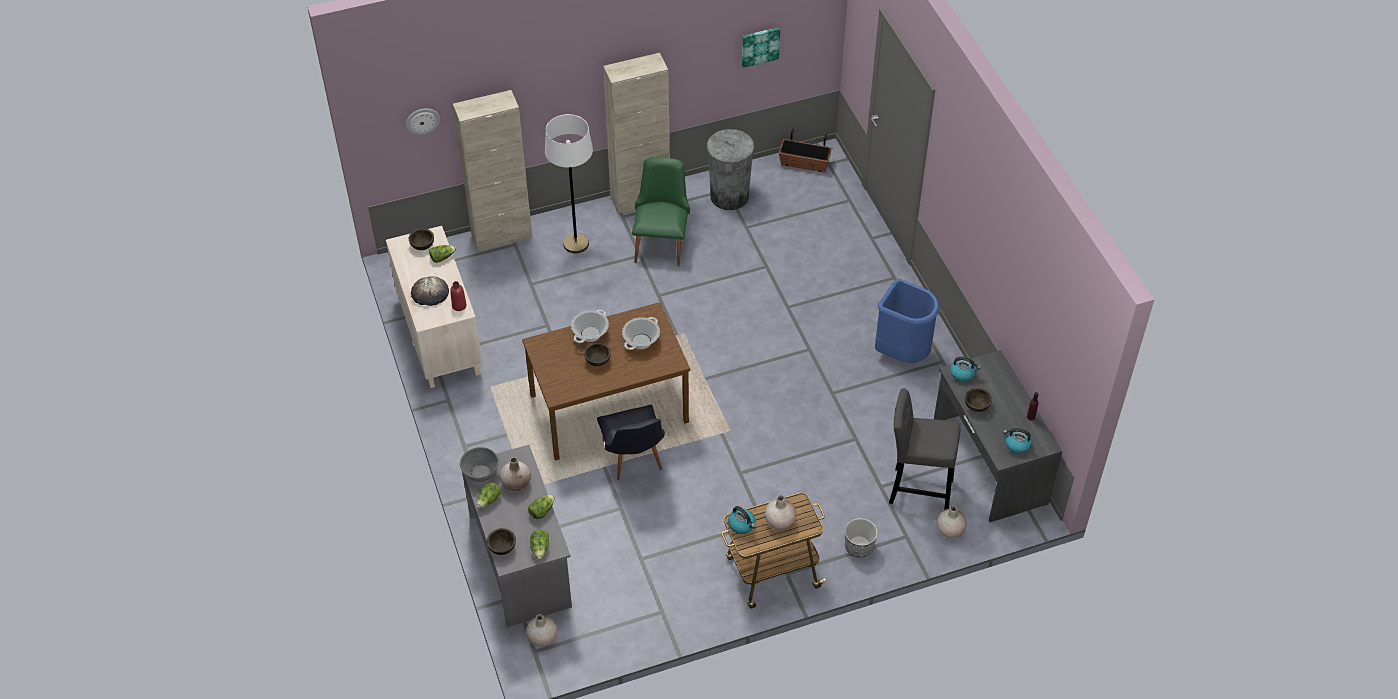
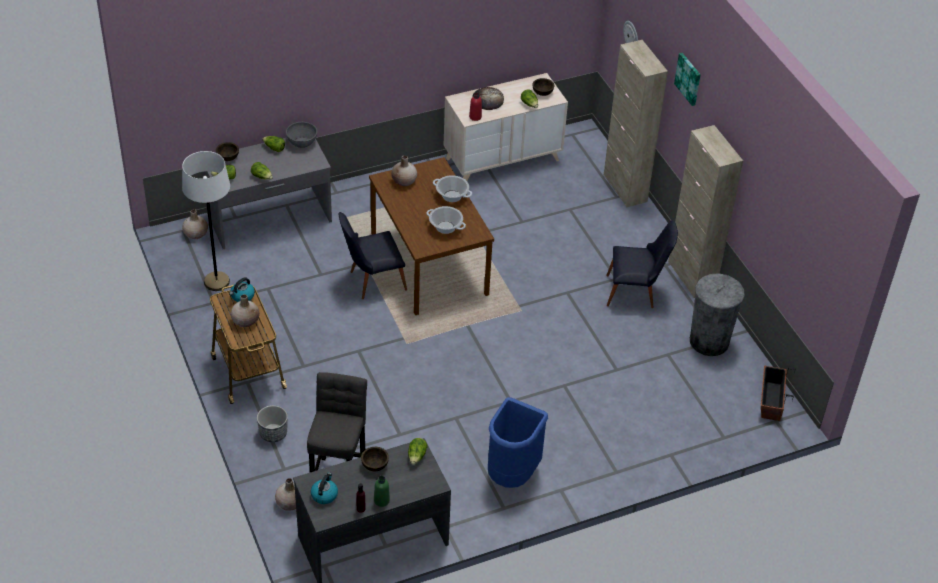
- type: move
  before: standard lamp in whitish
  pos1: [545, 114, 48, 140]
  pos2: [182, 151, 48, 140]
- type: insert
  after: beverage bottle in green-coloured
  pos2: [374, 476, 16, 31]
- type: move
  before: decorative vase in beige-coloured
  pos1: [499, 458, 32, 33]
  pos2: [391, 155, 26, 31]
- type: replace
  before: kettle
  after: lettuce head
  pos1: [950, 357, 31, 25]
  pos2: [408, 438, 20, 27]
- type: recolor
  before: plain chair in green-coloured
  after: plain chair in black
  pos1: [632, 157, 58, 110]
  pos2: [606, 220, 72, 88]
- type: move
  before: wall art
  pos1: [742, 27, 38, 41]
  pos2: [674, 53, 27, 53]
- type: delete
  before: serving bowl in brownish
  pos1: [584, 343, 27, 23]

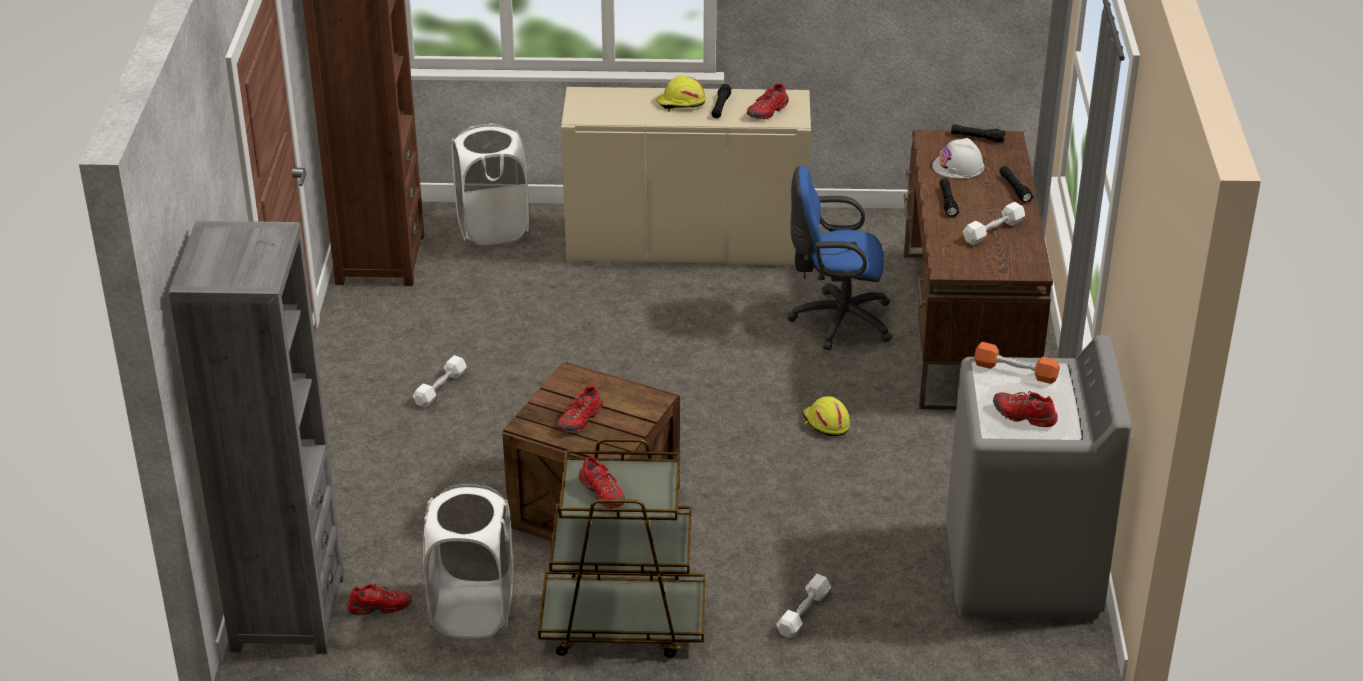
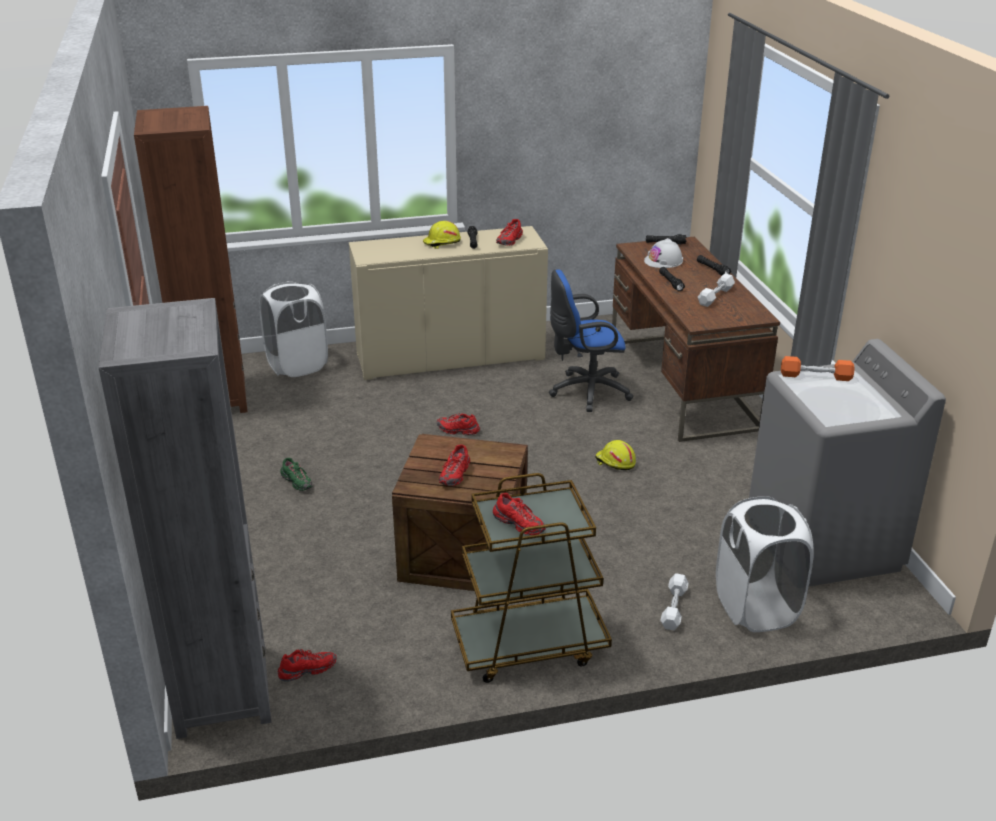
- type: replace
  before: free weight in whitish
  after: shoe in green-coloured
  pos1: [413, 355, 54, 53]
  pos2: [280, 458, 32, 33]
- type: move
  before: shoe in reddish
  pos1: [993, 391, 65, 36]
  pos2: [437, 413, 43, 22]
- type: move
  before: washing basket in whitish
  pos1: [423, 484, 90, 154]
  pos2: [716, 496, 98, 136]

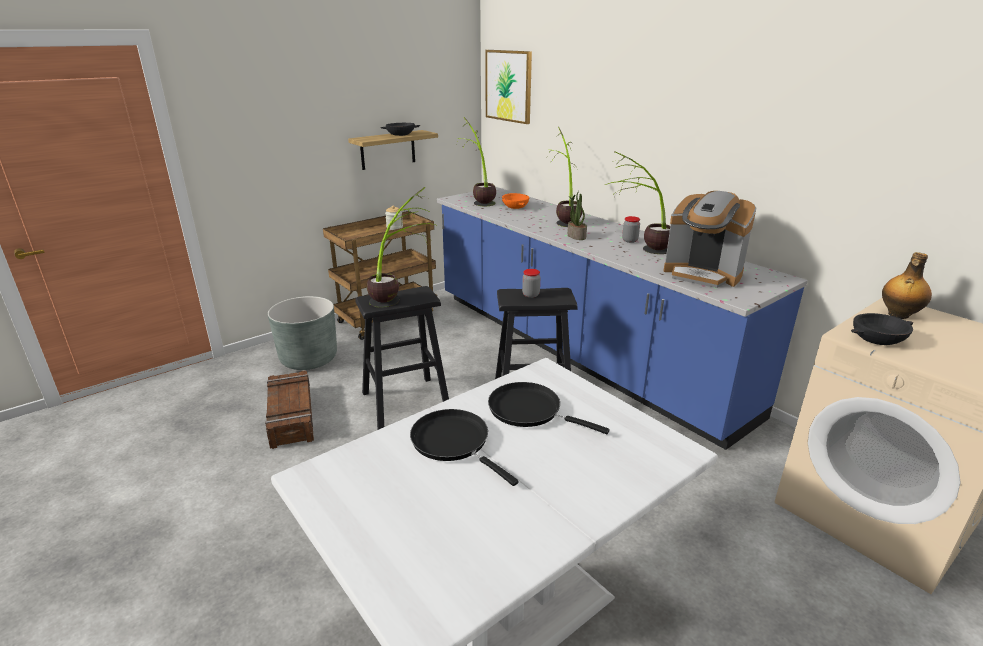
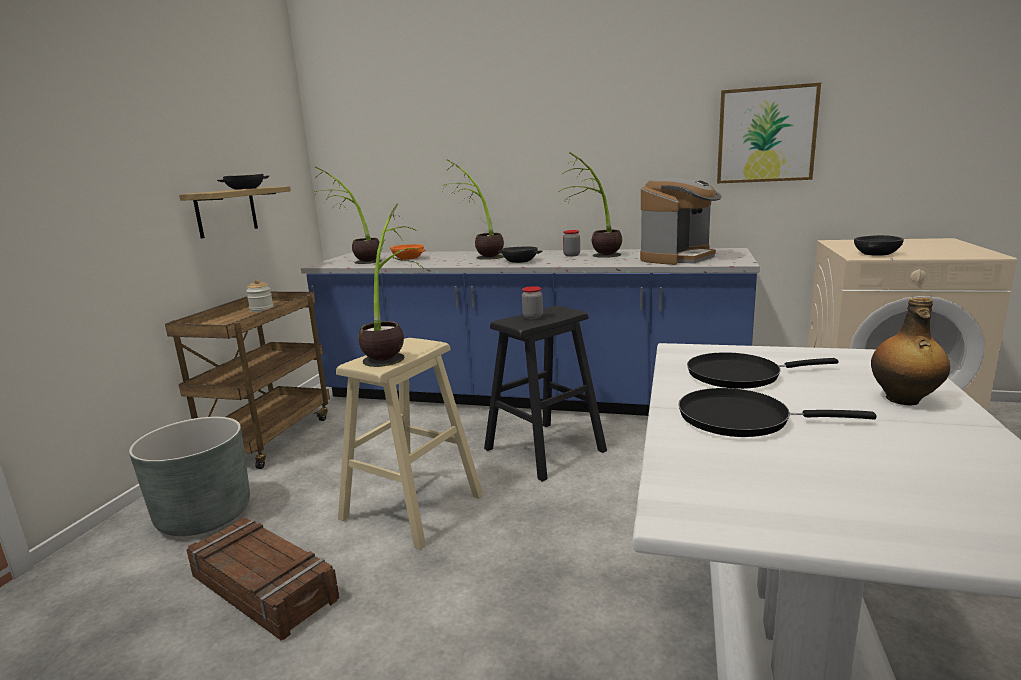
- type: recolor
  before: stool in black
  after: stool in beige-coloured
  pos1: [355, 286, 94, 144]
  pos2: [336, 338, 147, 212]
- type: replace
  before: houseplant
  after: serving bowl in black
  pos1: [568, 191, 19, 49]
  pos2: [498, 247, 44, 16]
- type: rotate
  before: coffee maker
  pos1: [664, 191, 92, 97]
  pos2: [640, 178, 81, 87]
  turn: -45
- type: move
  before: wall art
  pos1: [485, 50, 47, 74]
  pos2: [717, 83, 104, 100]
- type: move
  before: beverage bottle
  pos1: [882, 252, 50, 67]
  pos2: [871, 297, 79, 109]

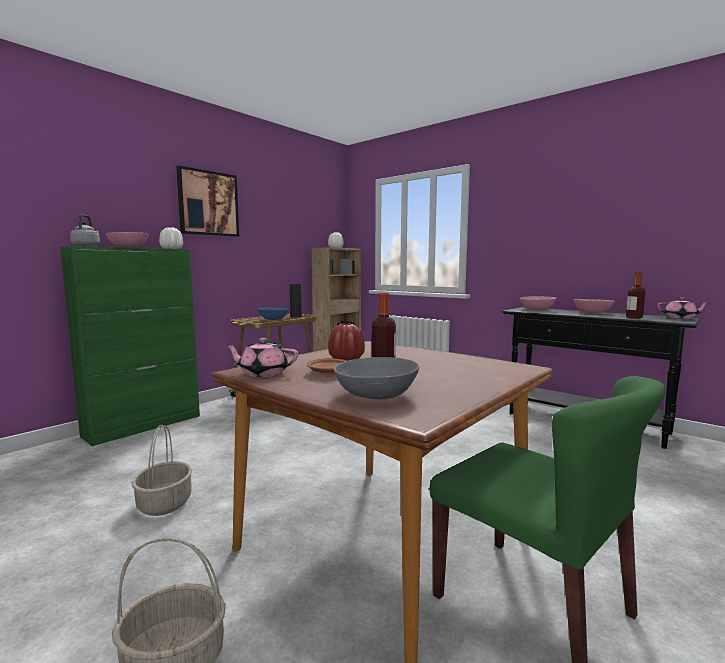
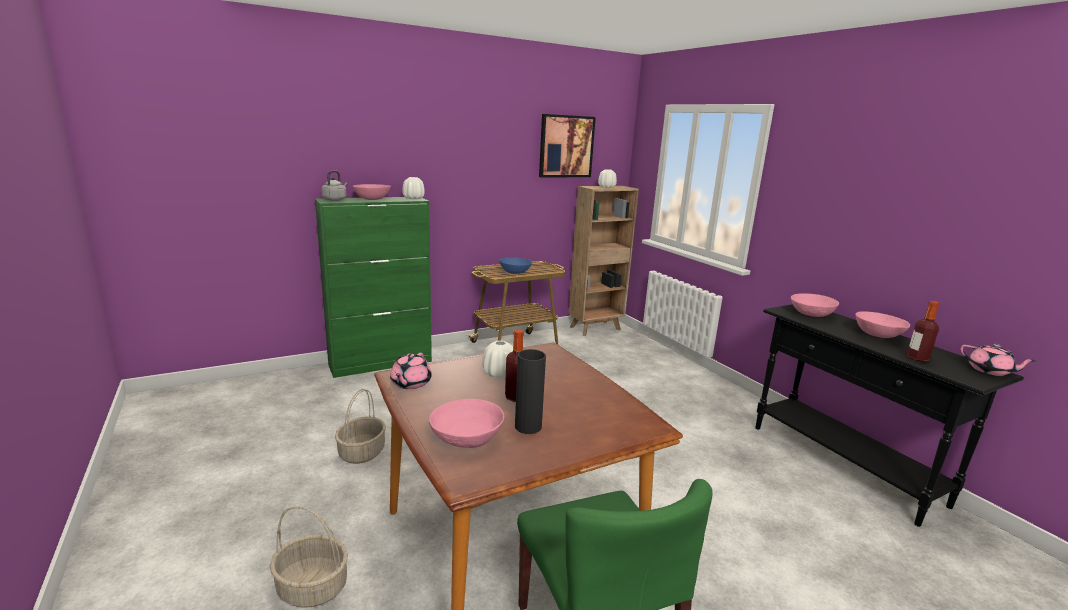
- type: rotate
  before: tea pot in pinkish
  pos1: [225, 338, 73, 39]
  pos2: [390, 353, 42, 36]
  turn: -105
- type: recolor
  before: serving bowl in greyish
  after: serving bowl in pinkish
  pos1: [334, 357, 85, 42]
  pos2: [429, 399, 75, 49]
- type: recolor
  before: decorative vase in reddish
  after: decorative vase in whitish
  pos1: [328, 323, 37, 38]
  pos2: [482, 340, 31, 38]
- type: move
  before: decorative vase in black
  pos1: [290, 284, 12, 34]
  pos2: [515, 349, 31, 85]
- type: move
  before: wall art
  pos1: [176, 166, 63, 71]
  pos2: [539, 114, 57, 63]
- type: delete
  before: flat dish in brownish
  pos1: [307, 358, 40, 17]

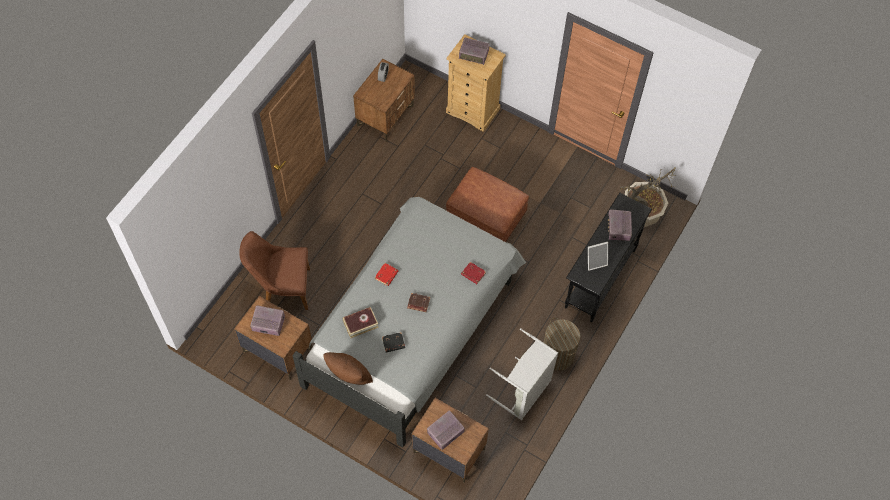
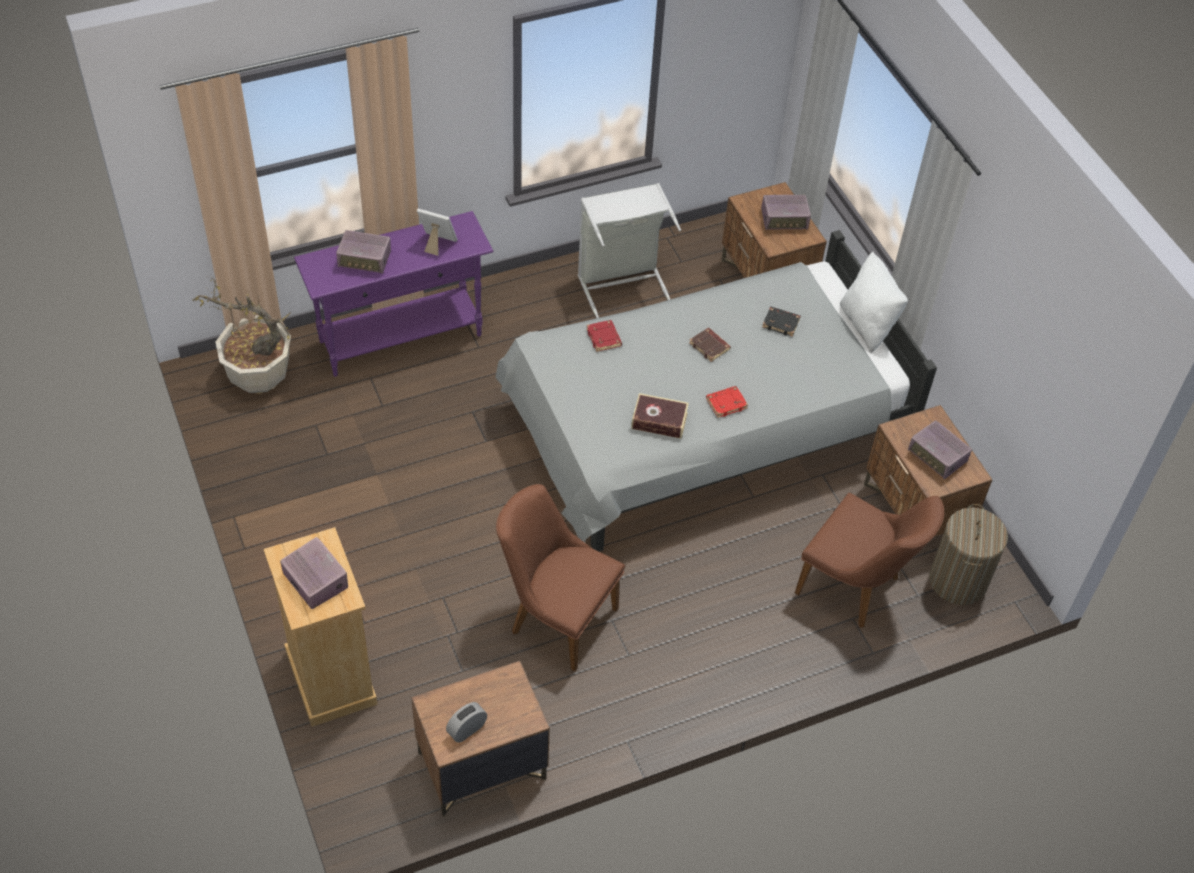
- type: recolor
  before: hall table in black
  after: hall table in purple-coloured
  pos1: [565, 193, 87, 129]
  pos2: [294, 211, 199, 166]
- type: rotate
  before: radio receiver
  pos1: [608, 209, 24, 32]
  pos2: [336, 230, 55, 44]
  turn: 60
- type: insert
  after: plain chair in brownish
  pos2: [496, 484, 129, 187]
- type: move
  before: bound book
  pos1: [343, 307, 35, 31]
  pos2: [631, 393, 58, 46]
- type: recolor
  before: throw pillow in brownish
  after: throw pillow in whitish
  pos1: [323, 352, 50, 33]
  pos2: [840, 252, 68, 101]
- type: move
  before: washing basket
  pos1: [543, 318, 37, 53]
  pos2: [929, 504, 79, 101]
- type: delete
  before: pouffe in brownish
  pos1: [446, 167, 83, 75]

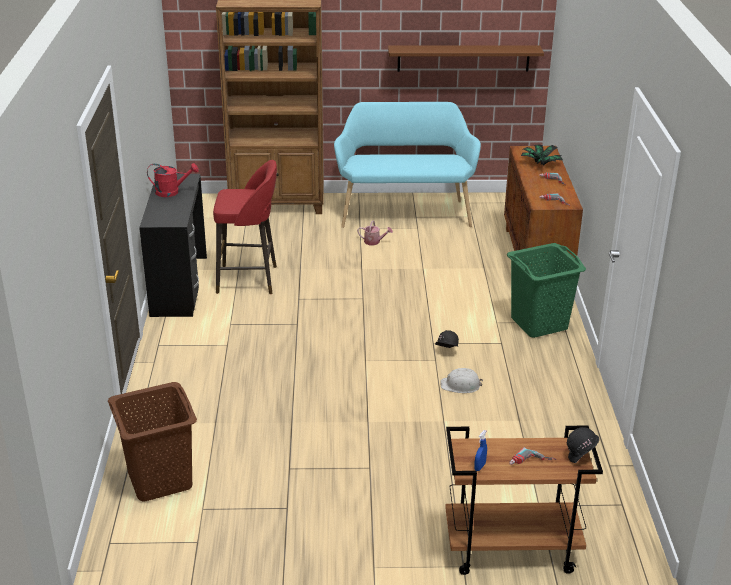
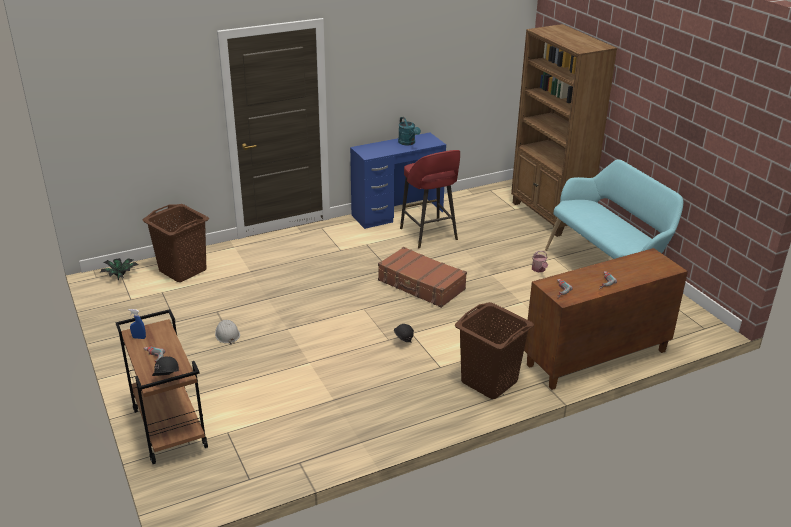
- type: move
  before: houseplant
  pos1: [520, 145, 43, 20]
  pos2: [100, 258, 38, 23]
- type: move
  before: work helmet in whitish
  pos1: [440, 368, 43, 25]
  pos2: [215, 320, 25, 24]
- type: recolor
  before: desk table in black
  after: desk table in blue-coloured
  pos1: [139, 174, 68, 143]
  pos2: [350, 133, 96, 96]
- type: insert
  after: suitcase in brownish
  pos2: [378, 247, 89, 61]
- type: recolor
  before: sprinkling can in reddish
  after: sprinkling can in turquoise
  pos1: [147, 163, 52, 34]
  pos2: [398, 117, 23, 28]
- type: recolor
  before: washing basket in green-coloured
  after: washing basket in brownish
  pos1: [507, 243, 79, 95]
  pos2: [455, 302, 79, 97]
- type: delete
  before: wall shelf in brownish
  pos1: [388, 45, 156, 27]

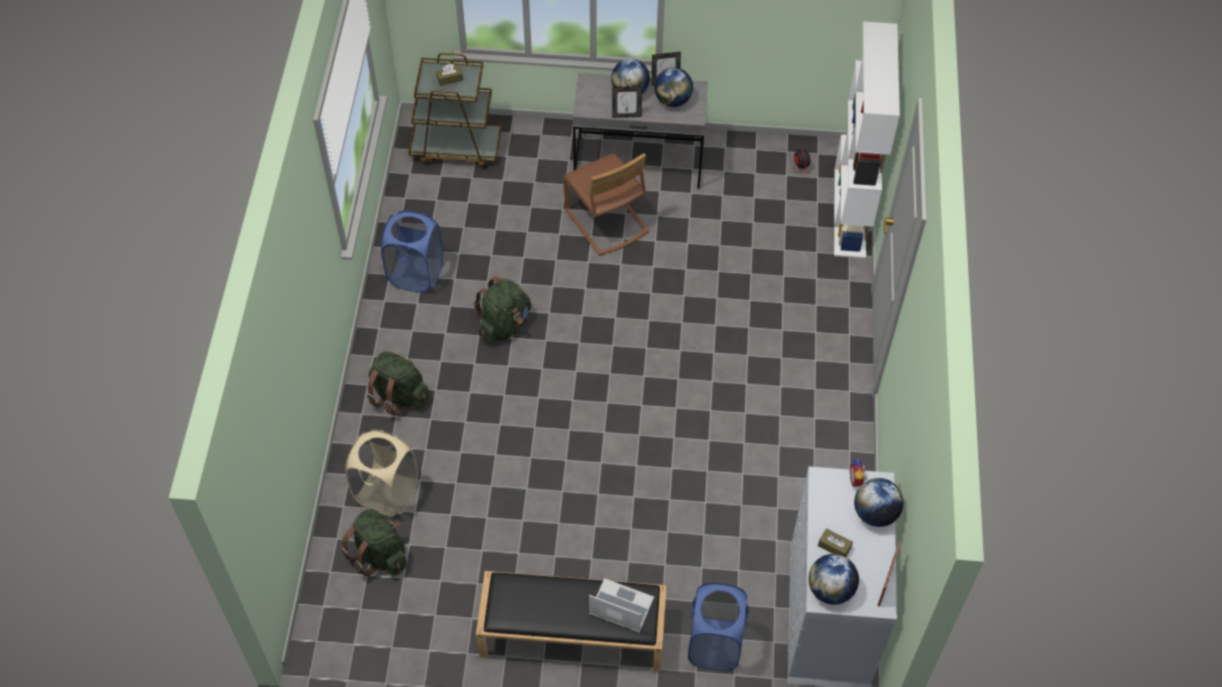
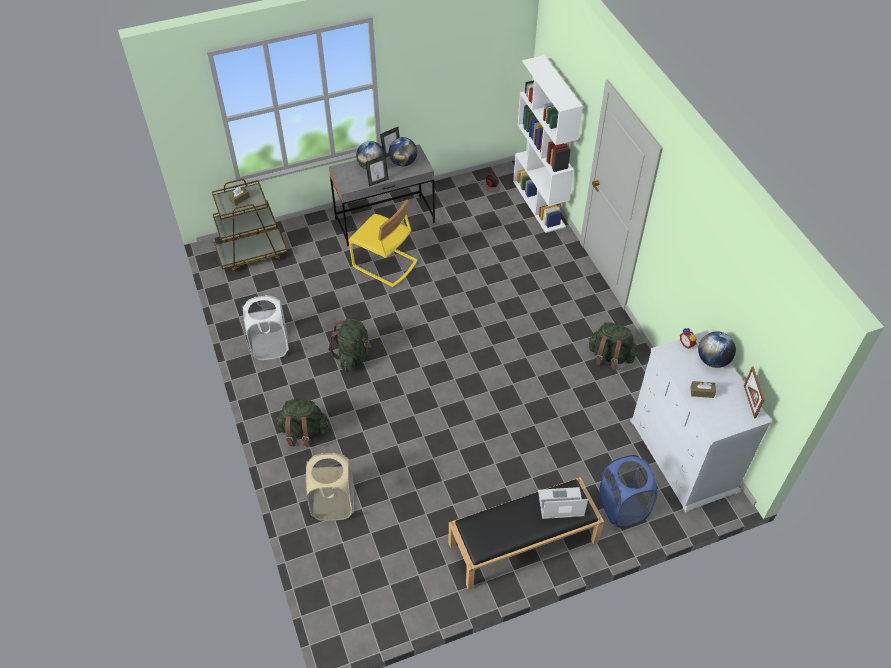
- type: recolor
  before: washing basket in blue-coloured
  after: washing basket in whitish
  pos1: [381, 210, 62, 83]
  pos2: [242, 295, 47, 65]
- type: recolor
  before: plain chair in brownish
  after: plain chair in yellow
  pos1: [563, 153, 86, 103]
  pos2: [348, 199, 70, 88]
- type: move
  before: knapsack in green-coloured
  pos1: [341, 509, 66, 67]
  pos2: [589, 322, 48, 49]
- type: delete
  before: world globe
  pos1: [808, 554, 51, 51]

